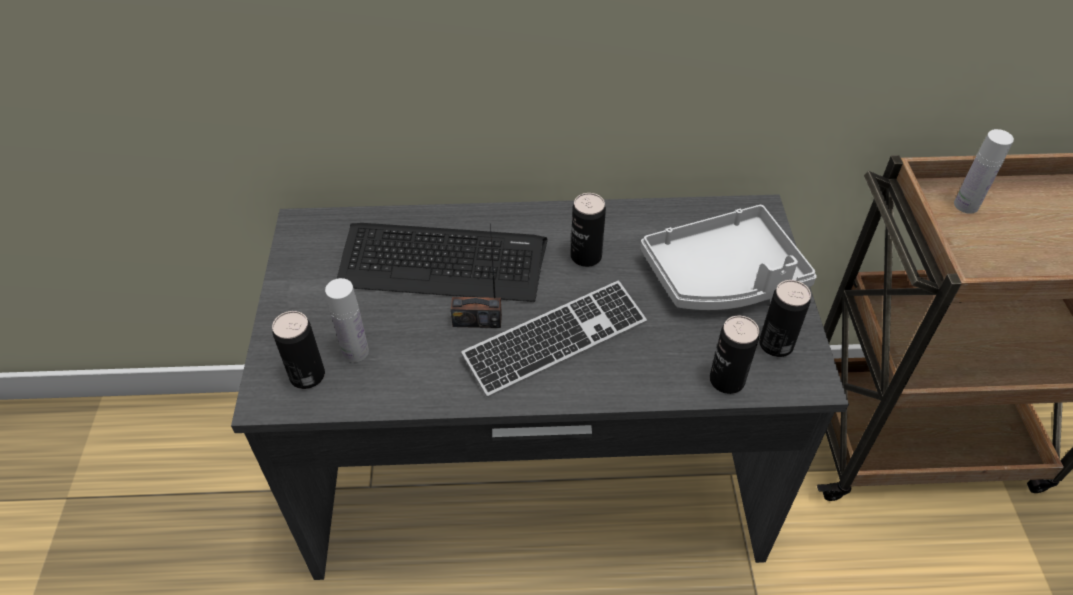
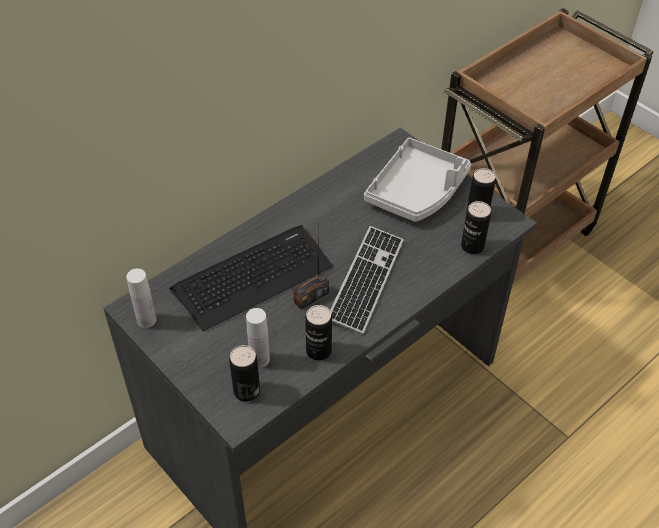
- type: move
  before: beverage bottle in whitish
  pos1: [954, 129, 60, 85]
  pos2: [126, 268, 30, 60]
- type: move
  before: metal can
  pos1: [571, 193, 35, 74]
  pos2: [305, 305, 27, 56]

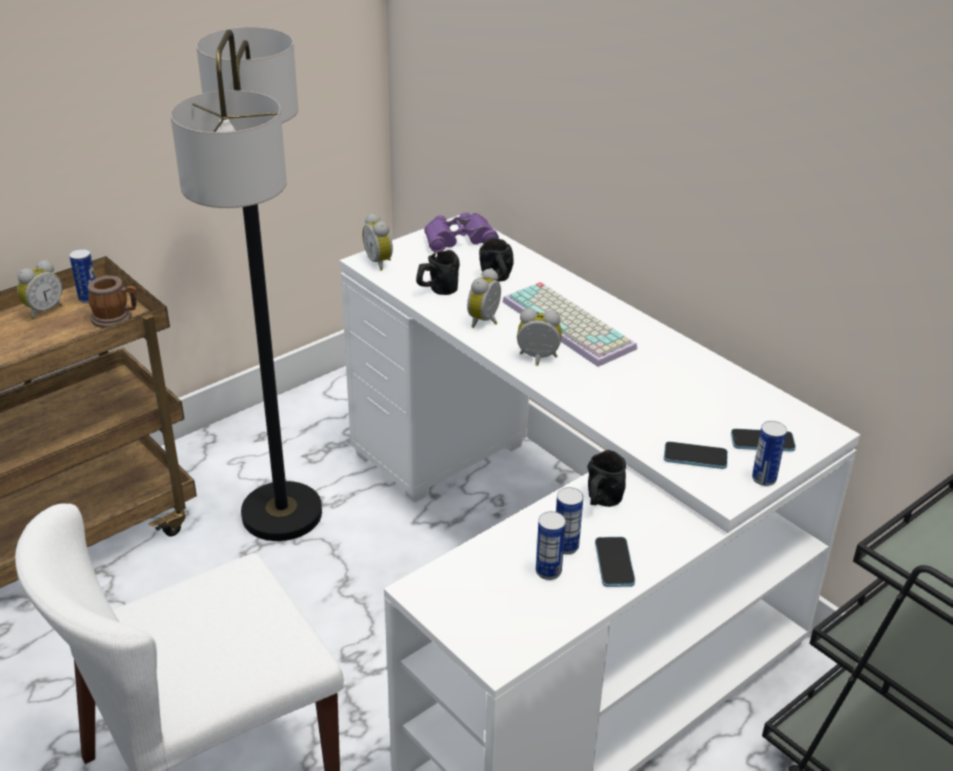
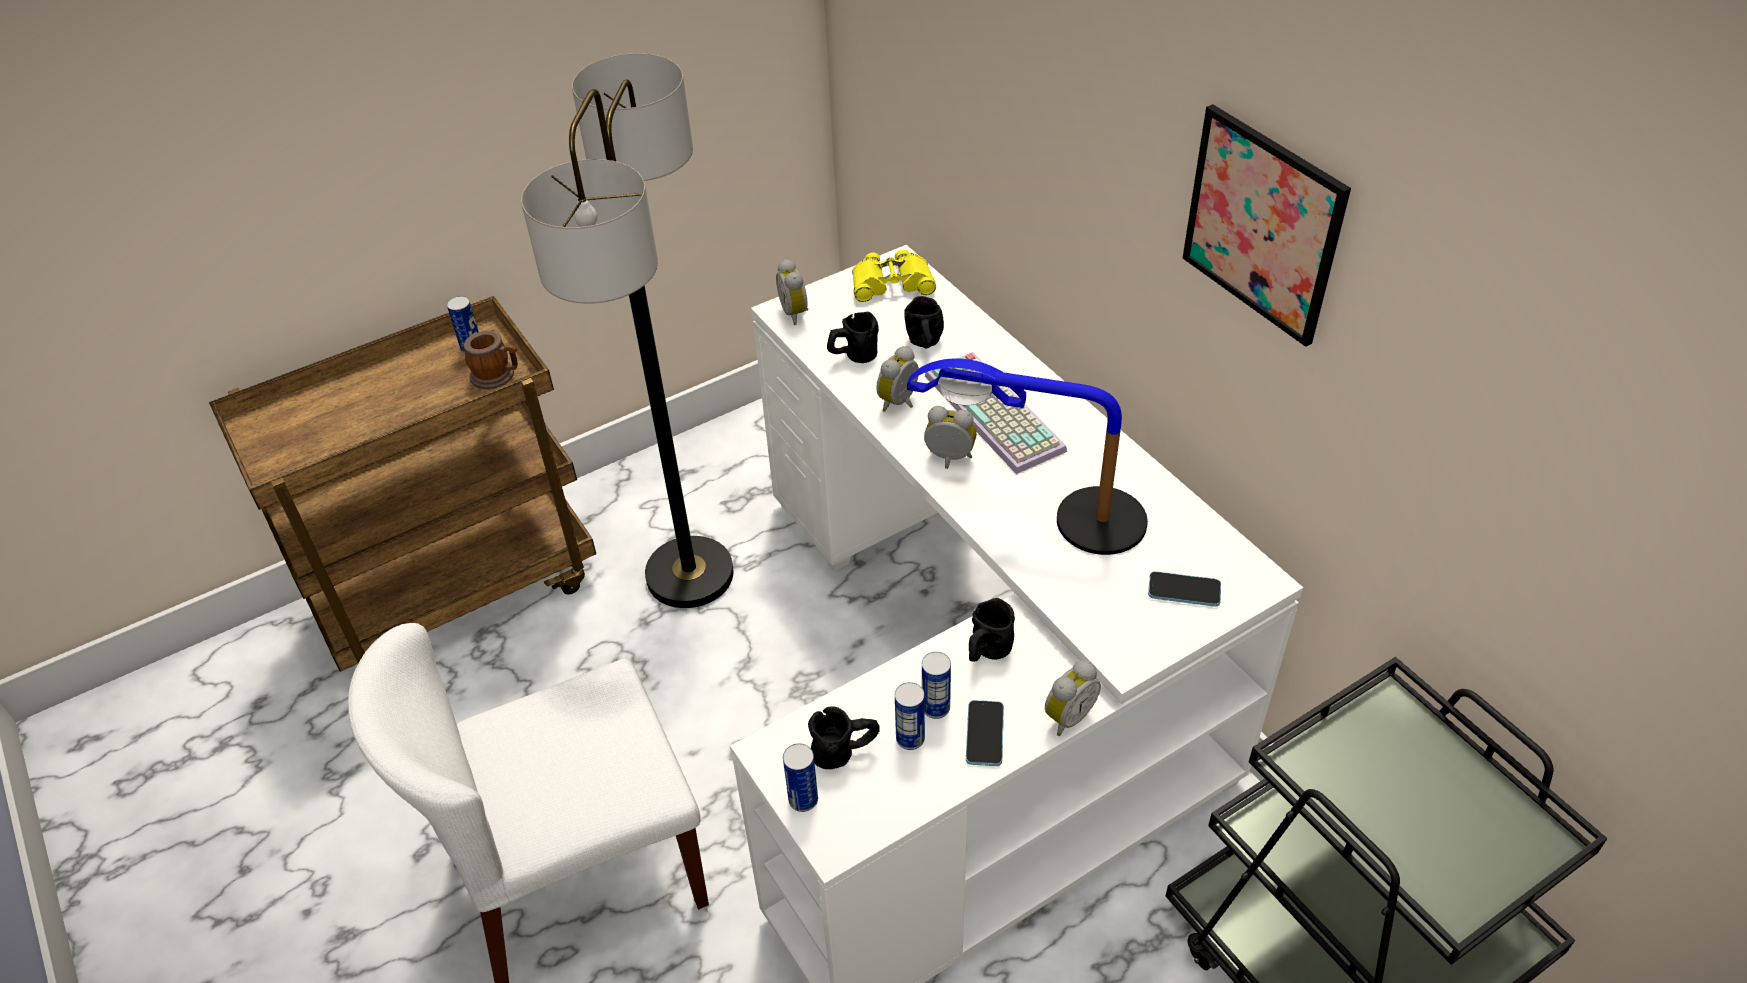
- type: move
  before: metal can
  pos1: [752, 421, 35, 65]
  pos2: [783, 744, 35, 68]
- type: insert
  after: tea mug in black
  pos2: [808, 707, 72, 62]
- type: recolor
  before: binoculars in purple-coloured
  after: binoculars in yellow
  pos1: [424, 212, 75, 41]
  pos2: [852, 249, 84, 53]
- type: insert
  after: table lamp
  pos2: [907, 358, 241, 197]
- type: move
  before: table clock
  pos1: [17, 260, 45, 59]
  pos2: [1045, 660, 56, 76]
- type: insert
  after: wall art
  pos2: [1183, 104, 168, 243]
- type: delete
  before: telephone
  pos1: [664, 442, 64, 27]

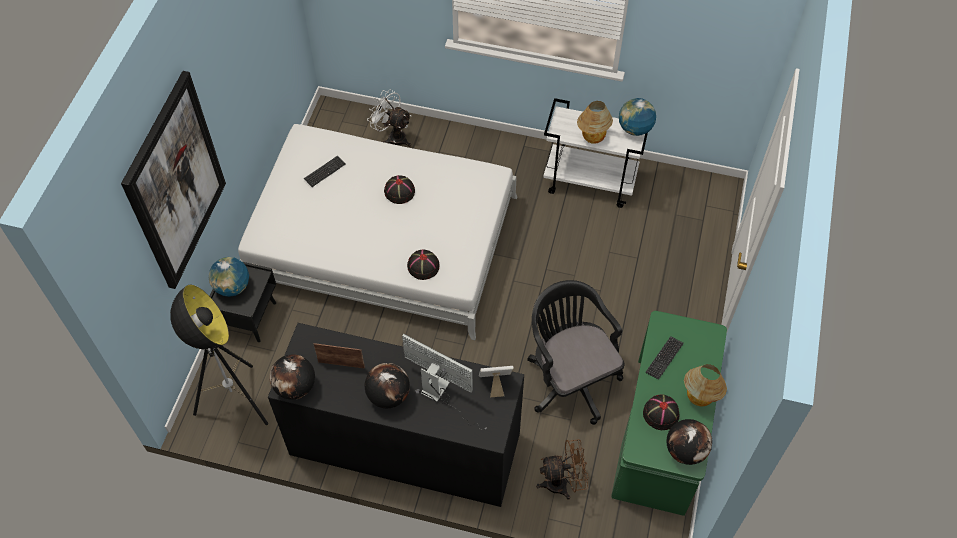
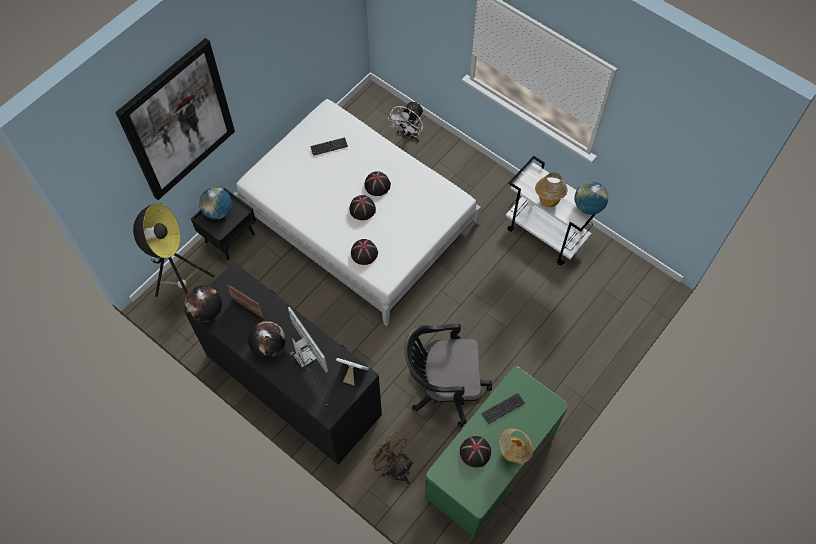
- type: insert
  after: hat in black
  pos2: [349, 195, 27, 25]
- type: rotate
  before: fan in brownish
  pos1: [536, 439, 53, 61]
  pos2: [368, 432, 46, 53]
  turn: -150
- type: rotate
  before: fan in whitish
  pos1: [367, 90, 44, 57]
  pos2: [389, 101, 35, 41]
  turn: -120
- type: rotate
  before: office chair in black
  pos1: [527, 280, 98, 145]
  pos2: [404, 324, 88, 103]
  turn: -90
- type: delete
  before: world globe
  pos1: [666, 419, 46, 46]

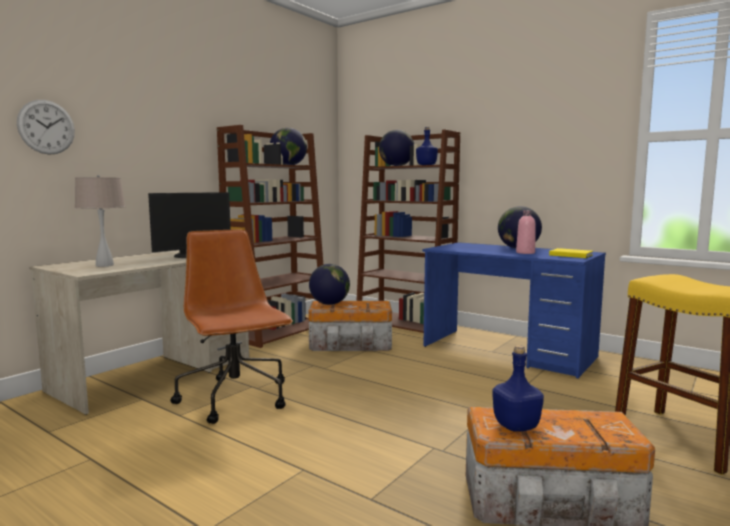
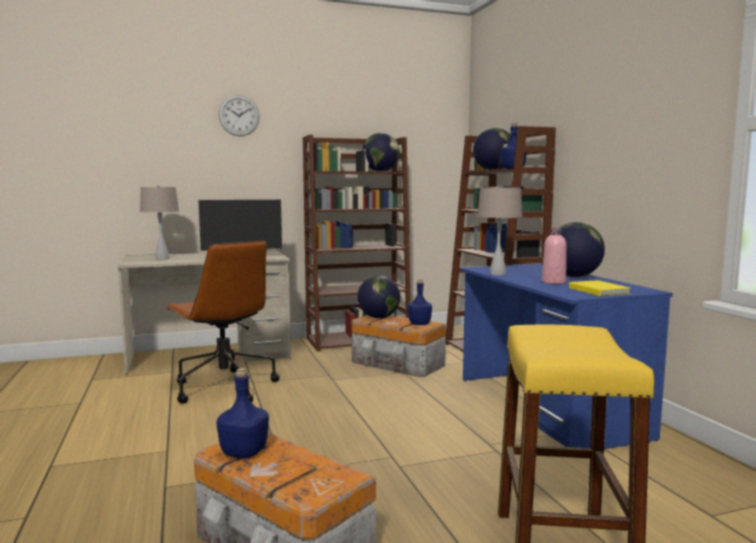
- type: rotate
  before: office chair in brownish
  pos1: [170, 229, 123, 195]
  pos2: [165, 241, 114, 162]
  turn: 135
- type: move
  before: clock on the wall
  pos1: [17, 100, 58, 55]
  pos2: [219, 95, 41, 41]
- type: insert
  after: beverage bottle in blue-coloured
  pos2: [408, 280, 24, 45]
- type: insert
  after: table lamp in beige-coloured
  pos2: [477, 185, 46, 90]

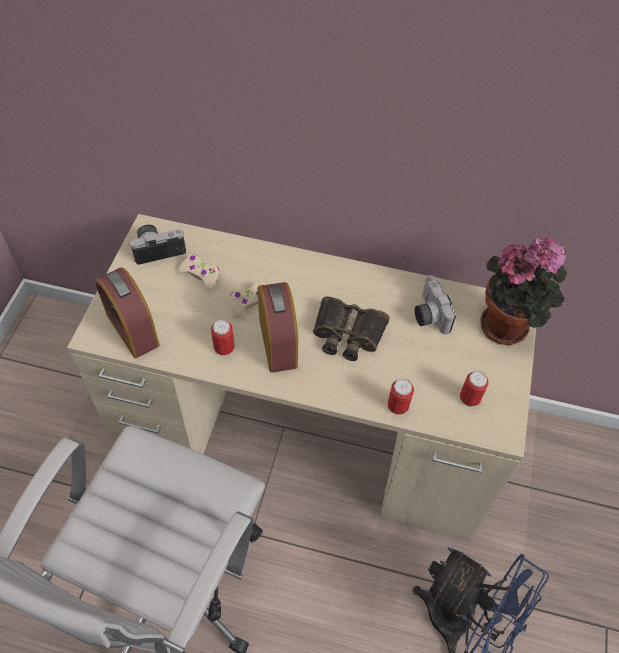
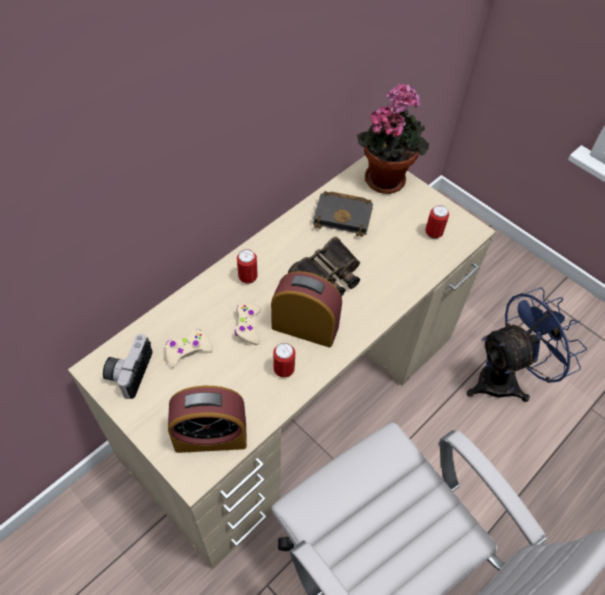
- type: move
  before: metal can
  pos1: [388, 379, 26, 35]
  pos2: [237, 249, 21, 35]
- type: replace
  before: still camera
  after: bound book in black
  pos1: [415, 275, 41, 59]
  pos2: [313, 191, 60, 46]

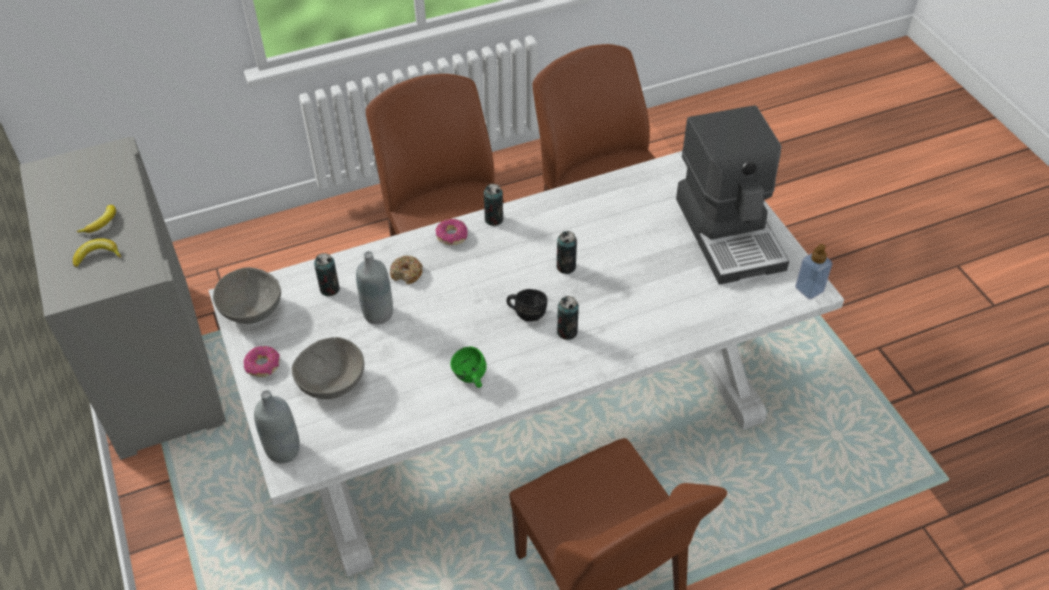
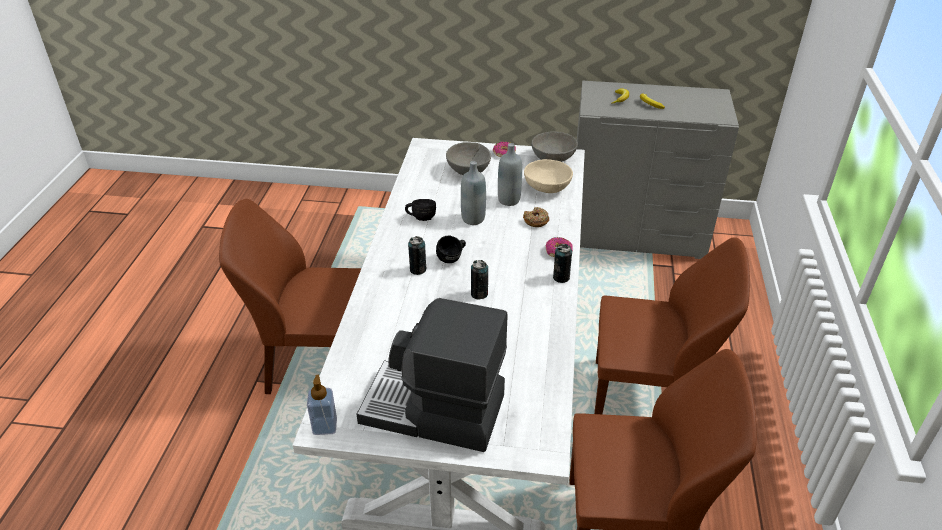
- type: recolor
  before: tea mug in green-coloured
  after: tea mug in black
  pos1: [450, 346, 36, 42]
  pos2: [405, 199, 31, 22]
- type: move
  before: beverage bottle in greyish
  pos1: [254, 390, 46, 74]
  pos2: [461, 161, 25, 64]
- type: replace
  before: metal can
  after: serving bowl in beige-coloured
  pos1: [314, 253, 26, 43]
  pos2: [524, 159, 49, 34]

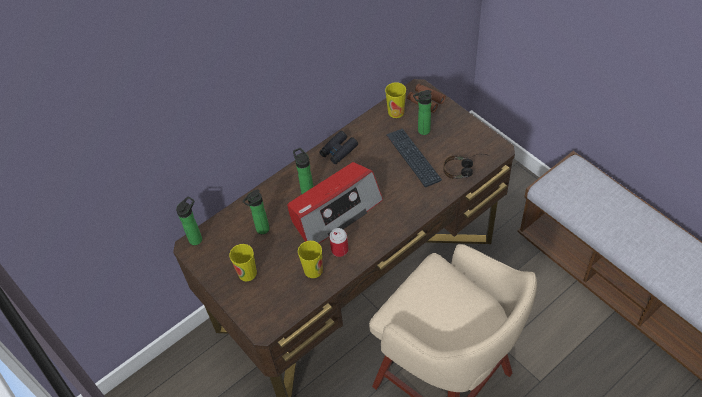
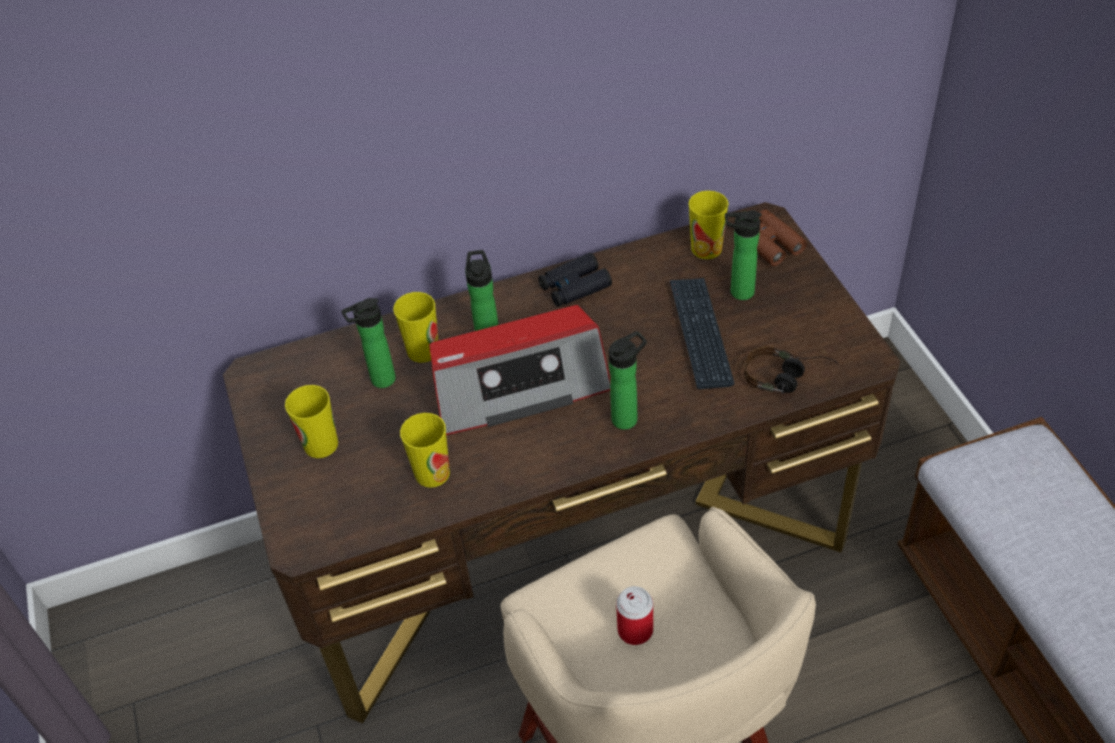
- type: insert
  after: cup
  pos2: [393, 292, 46, 71]
- type: move
  before: beverage bottle
  pos1: [176, 197, 26, 48]
  pos2: [609, 331, 38, 99]
- type: move
  before: metal can
  pos1: [329, 228, 20, 29]
  pos2: [616, 586, 37, 59]

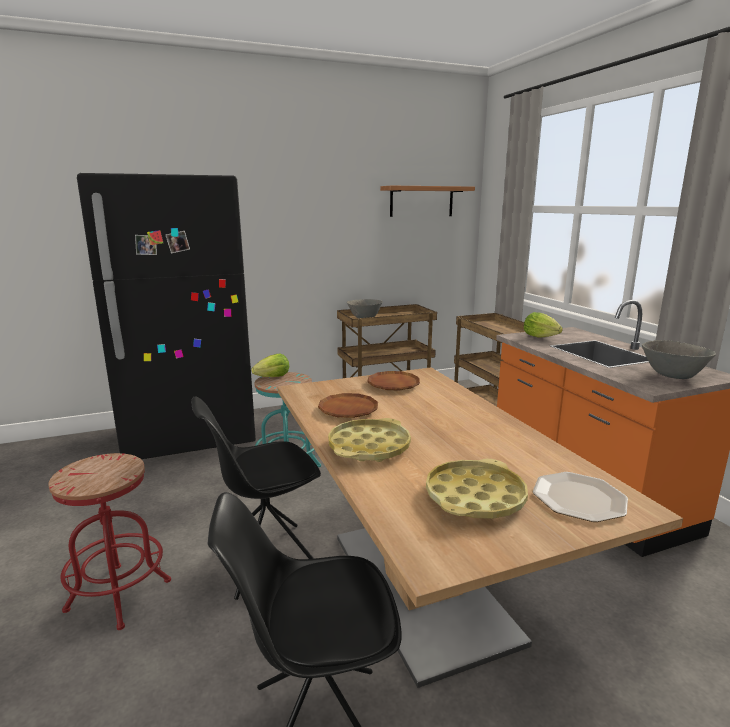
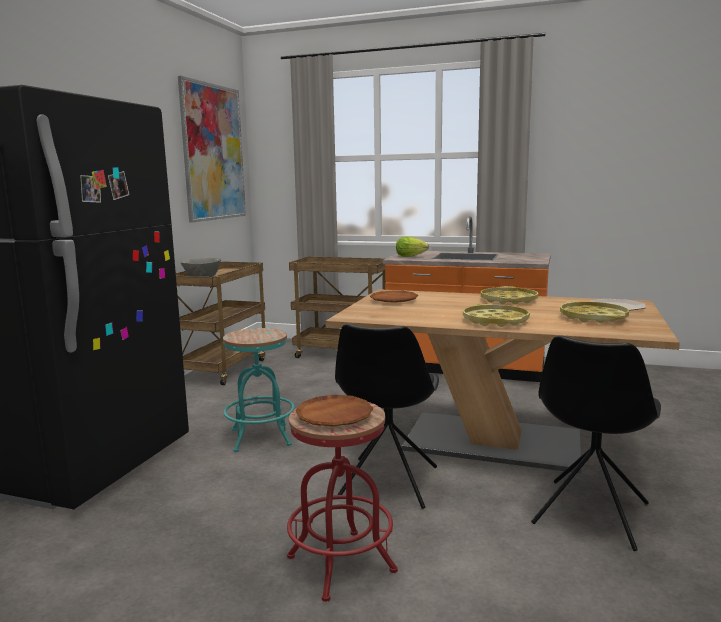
- type: replace
  before: wall shelf
  after: wall art
  pos1: [380, 186, 95, 31]
  pos2: [178, 76, 68, 147]
- type: move
  before: flat dish in brownish
  pos1: [318, 393, 60, 25]
  pos2: [295, 395, 78, 32]
- type: insert
  after: carrying tray in yellow
  pos2: [481, 286, 57, 19]
- type: delete
  before: lettuce head
  pos1: [251, 353, 38, 24]
- type: delete
  before: serving bowl in greyish
  pos1: [642, 340, 74, 39]

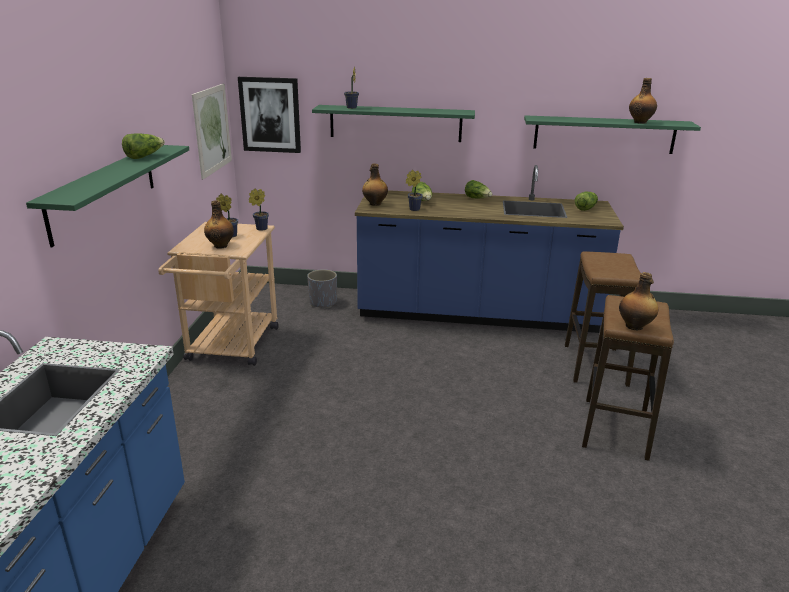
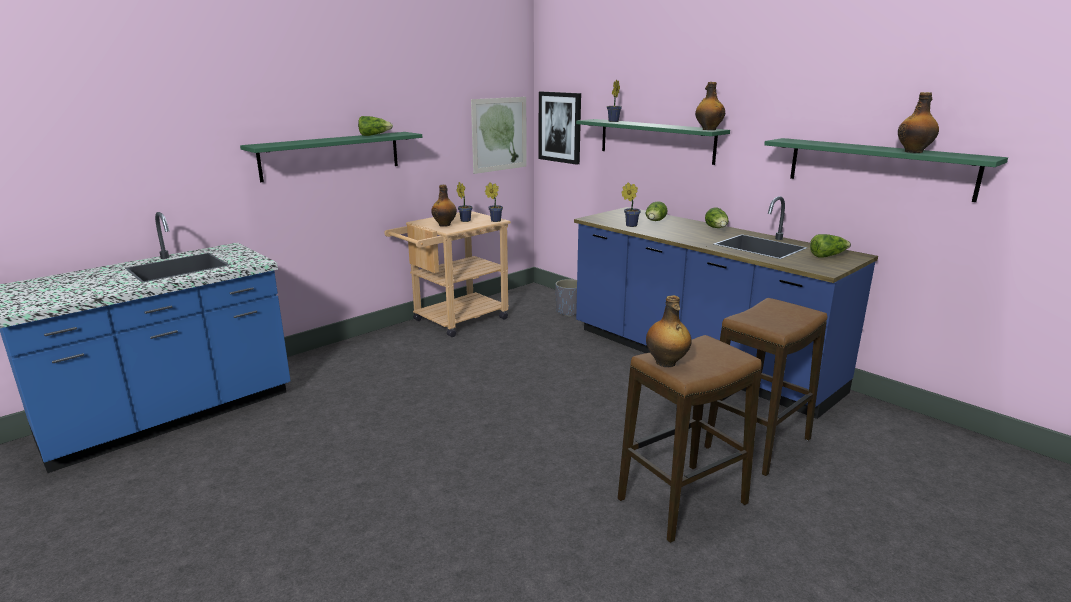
- type: move
  before: beverage bottle
  pos1: [362, 164, 26, 42]
  pos2: [695, 82, 30, 48]

